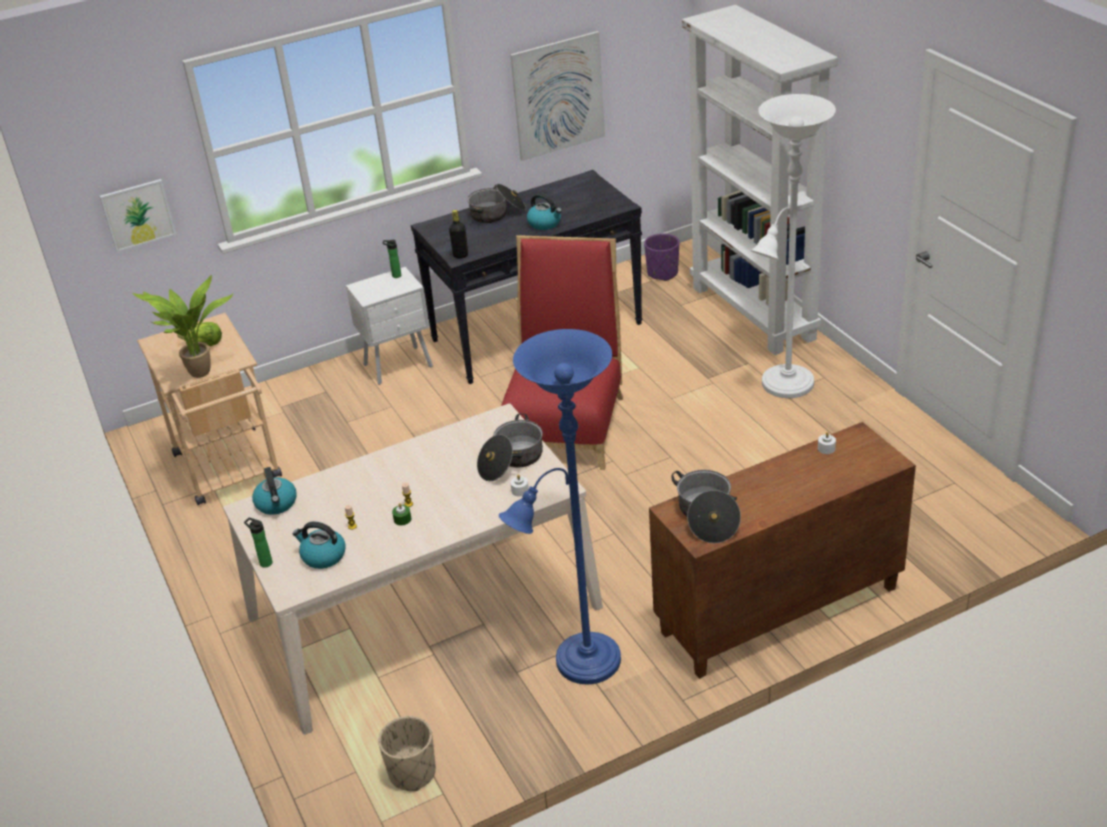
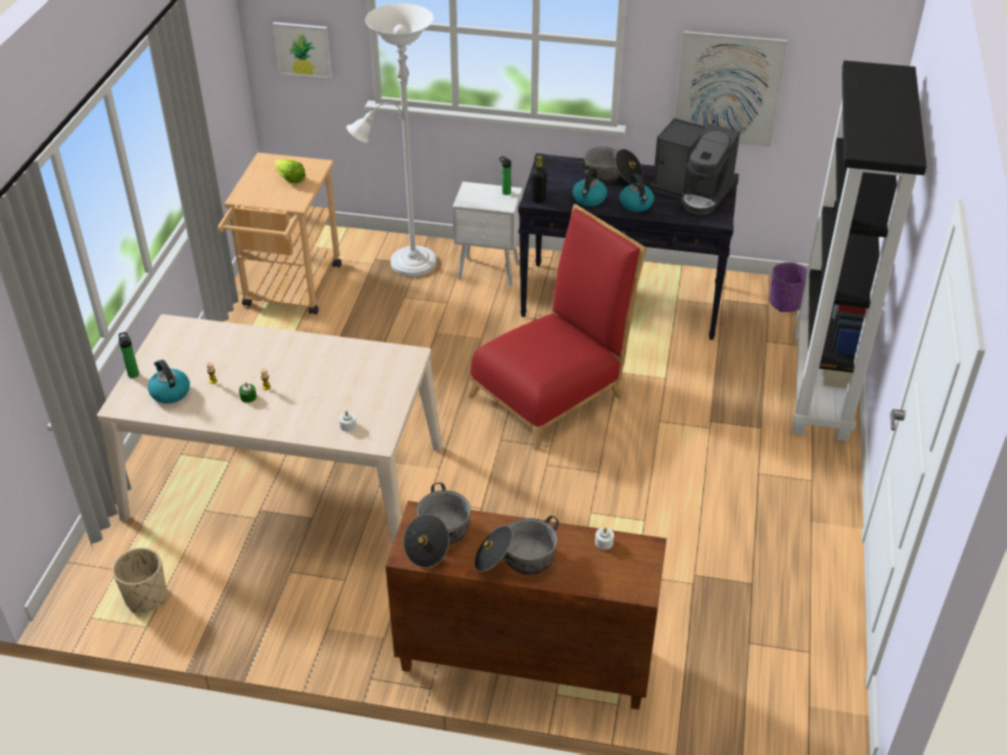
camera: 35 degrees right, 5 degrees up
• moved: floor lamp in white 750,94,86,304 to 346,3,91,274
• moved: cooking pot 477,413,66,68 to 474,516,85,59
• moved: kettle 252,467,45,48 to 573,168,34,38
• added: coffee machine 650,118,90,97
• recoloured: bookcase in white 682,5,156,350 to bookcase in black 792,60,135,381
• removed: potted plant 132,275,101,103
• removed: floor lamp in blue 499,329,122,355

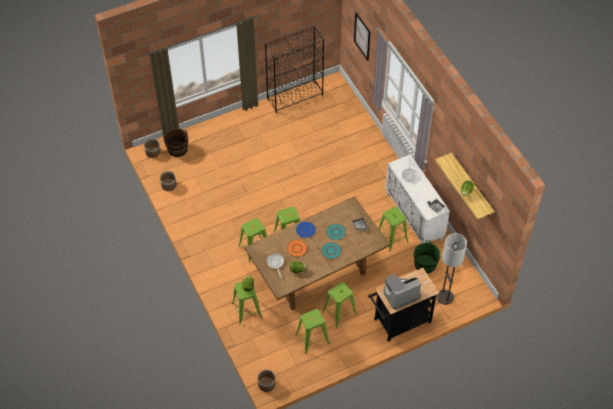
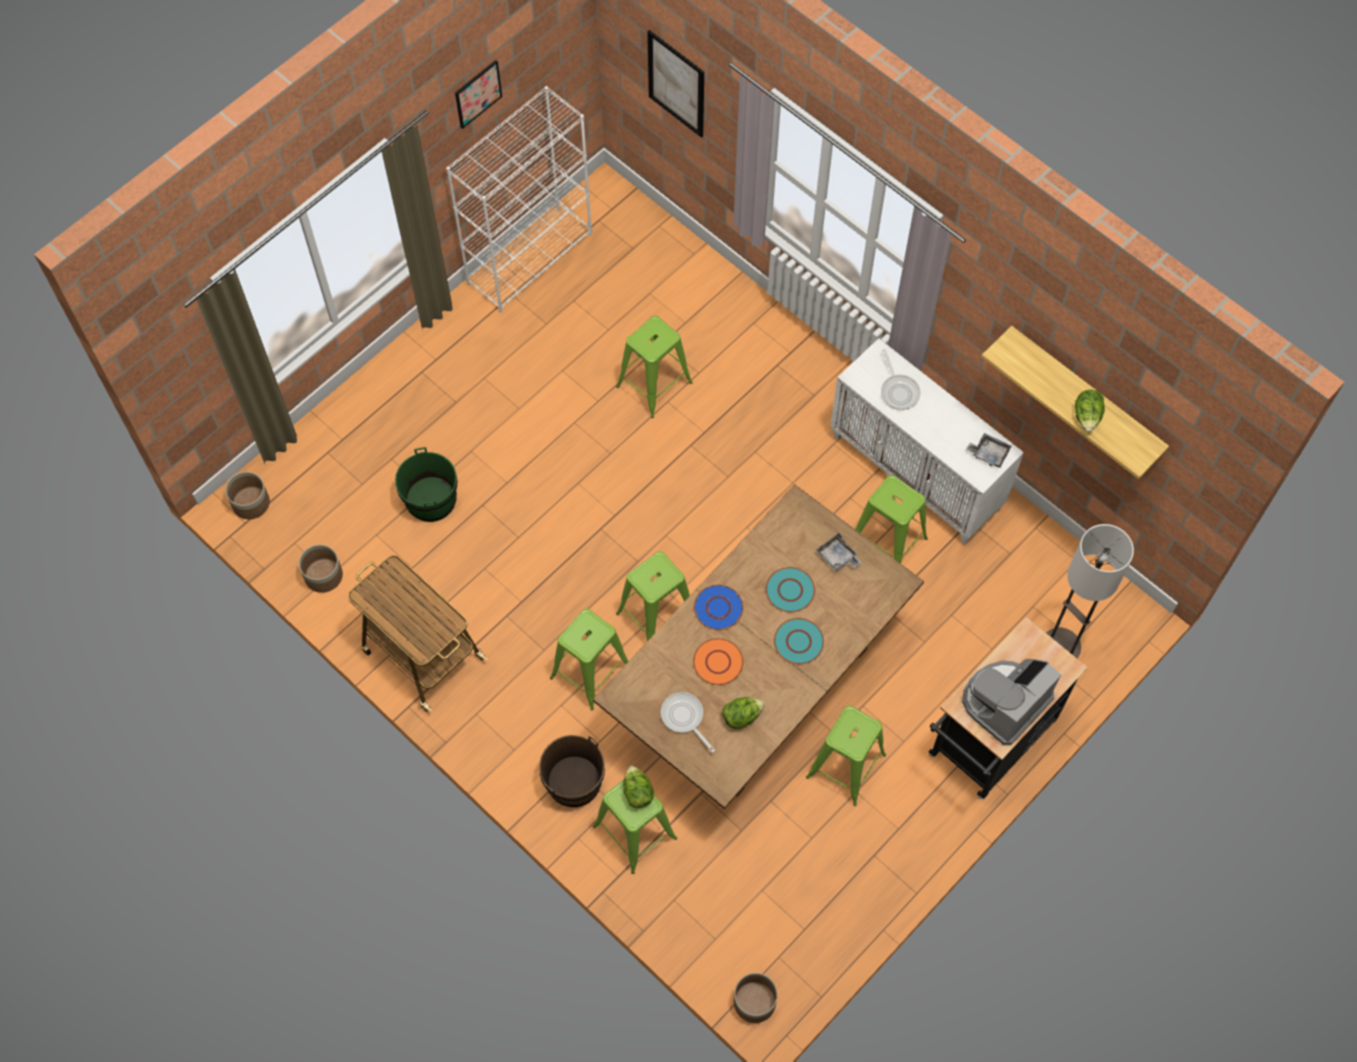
camera: 20 degrees left, 10 degrees up
• added: cart 348,555,140,157
• moved: bucket in green 414,240,26,33 to 395,447,62,75
• recoloured: bookcase in black 265,26,59,87 to bookcase in white 446,86,146,227
• added: picture 455,60,47,69
• moved: bucket in brown 163,128,25,29 to 539,735,66,72
• moved: stool in green 295,309,35,45 to 616,316,77,102

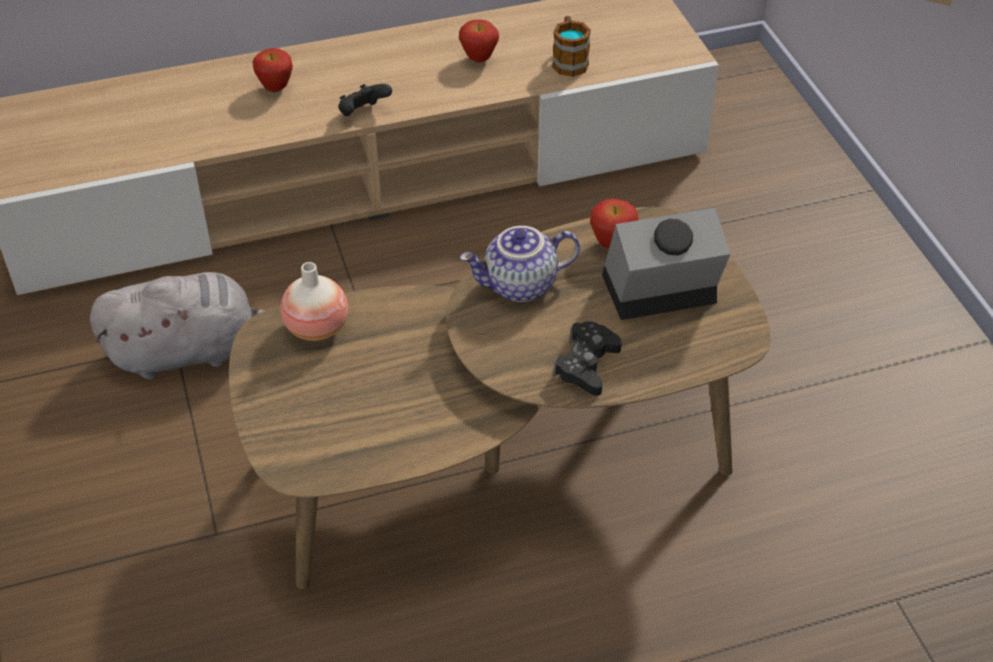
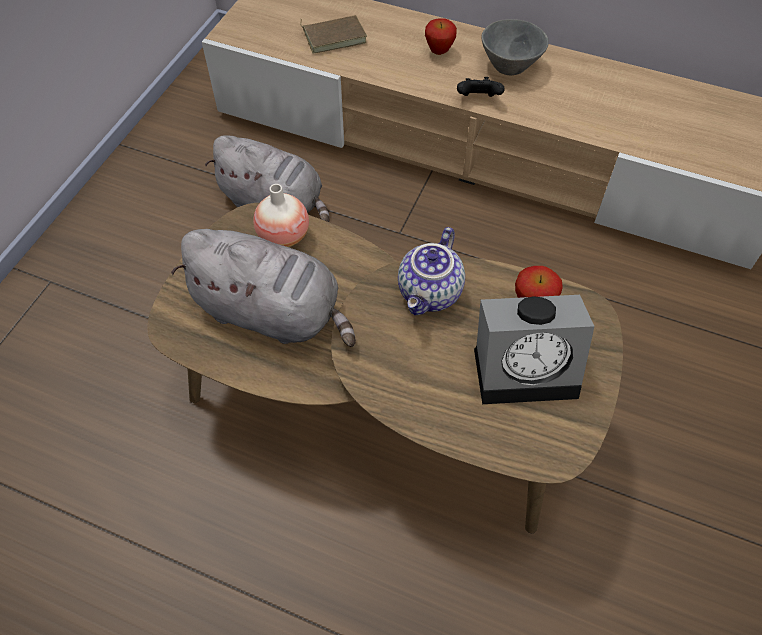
camera: 40 degrees right, 10 degrees up
• added: plush toy in grey 171,229,185,118
• added: book in brown 300,15,67,38
• turned: teapot 460,226,120,76 = 398,227,67,88 90 degrees counterclockwise
• turned: alarm clock 602,208,128,112 = 474,295,120,109 150 degrees clockwise
• added: bowl in grey 481,19,68,57
• removed: apple 459,20,40,43
• removed: mug 552,16,39,61
• removed: game controller in black 553,321,69,75

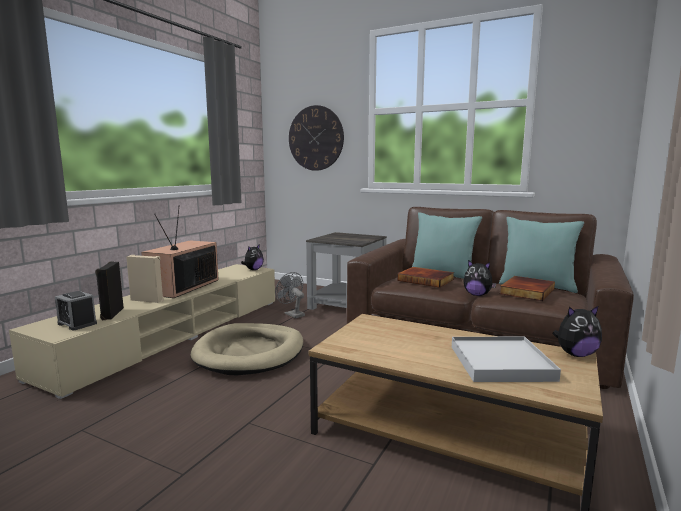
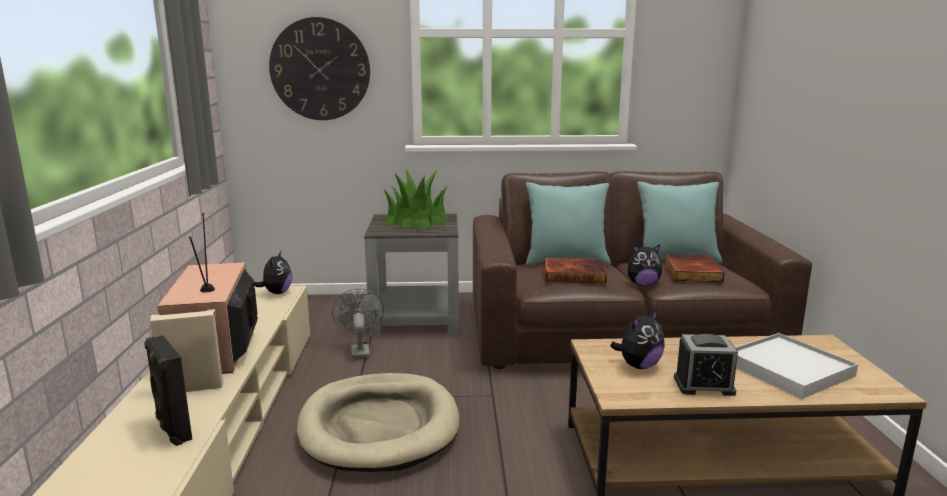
camera: 30 degrees left, 5 degrees up
• turned: fan in grey 275,272,30,46 = 332,288,52,71 60 degrees clockwise
• added: potted plant 383,168,66,62
• moved: plush toy 553,305,49,52 to 610,309,55,60
• moved: alarm clock 55,291,42,40 to 674,334,64,62

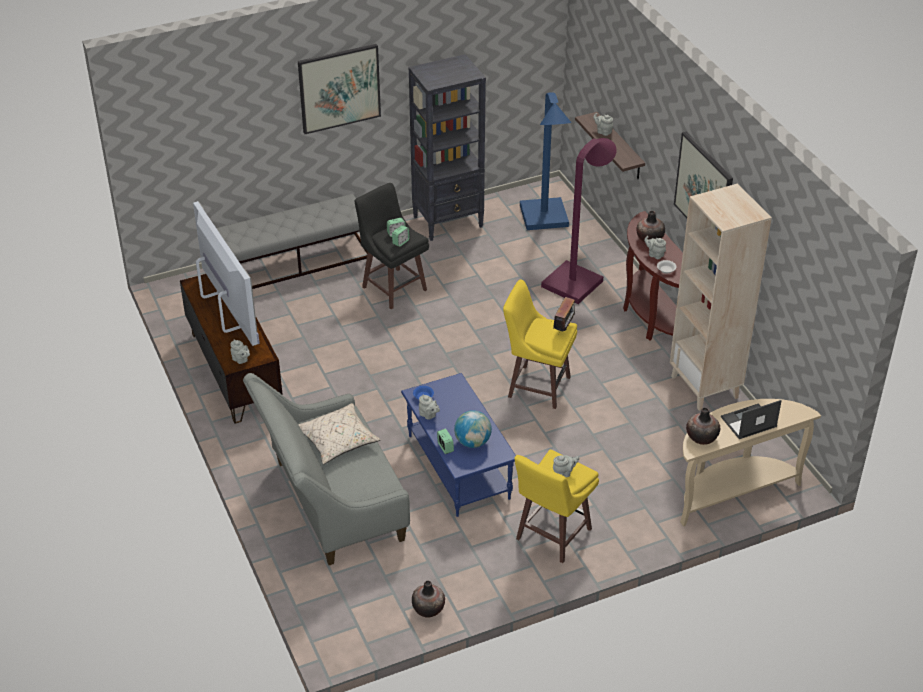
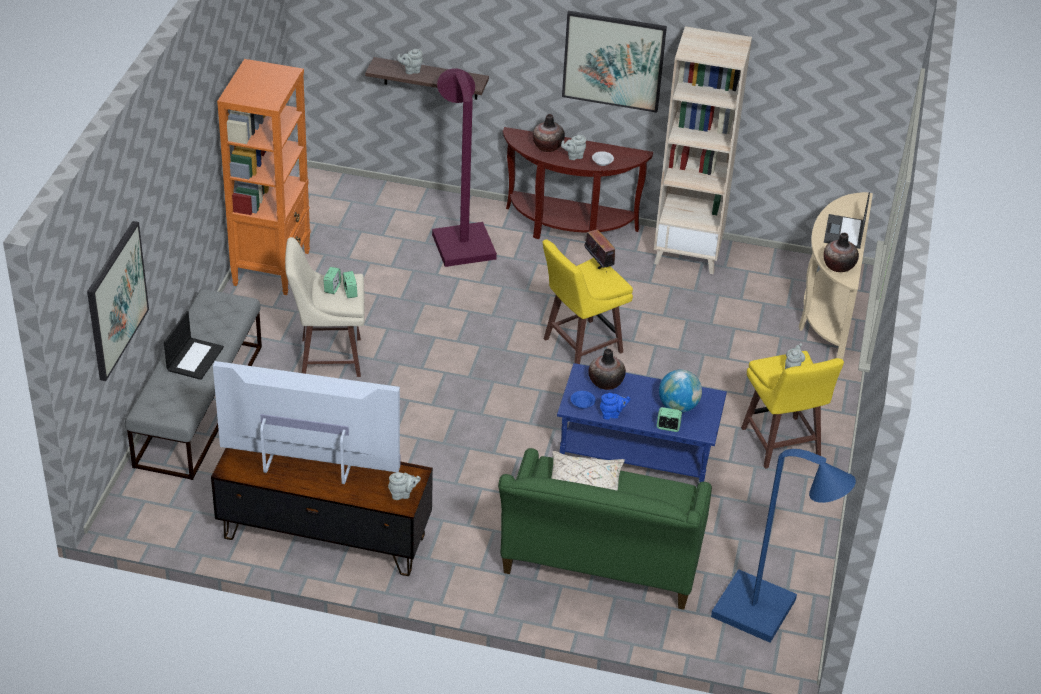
camera: 55 degrees left, 0 degrees up
• moved: picture 298,44,83,90 to 87,221,62,160
• added: laptop 164,311,60,69
• recoloured: bookcase in black 409,54,77,187 to bookcase in orange 217,59,94,236
• recoloured: stool in black 354,183,75,126 to stool in beige 285,237,80,140
• recoloured: sofa in grey 243,373,167,192 to sofa in green 498,448,214,162
• moved: vase 412,581,33,37 to 588,349,38,41
• recoloured: teapot in grey 419,394,21,26 to teapot in blue 600,393,30,27
• moved: floor lamp in blue 520,92,52,138 to 711,449,145,194

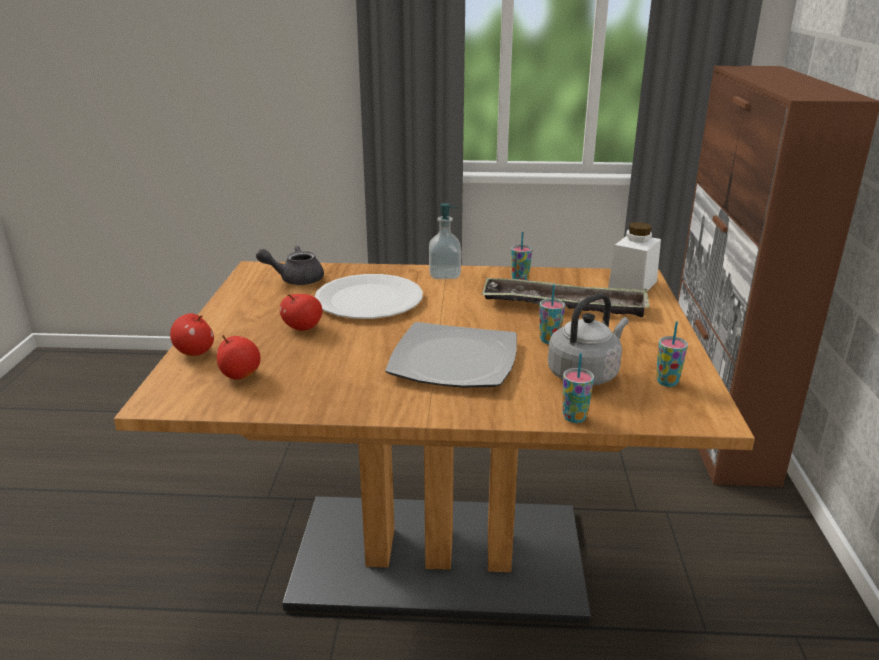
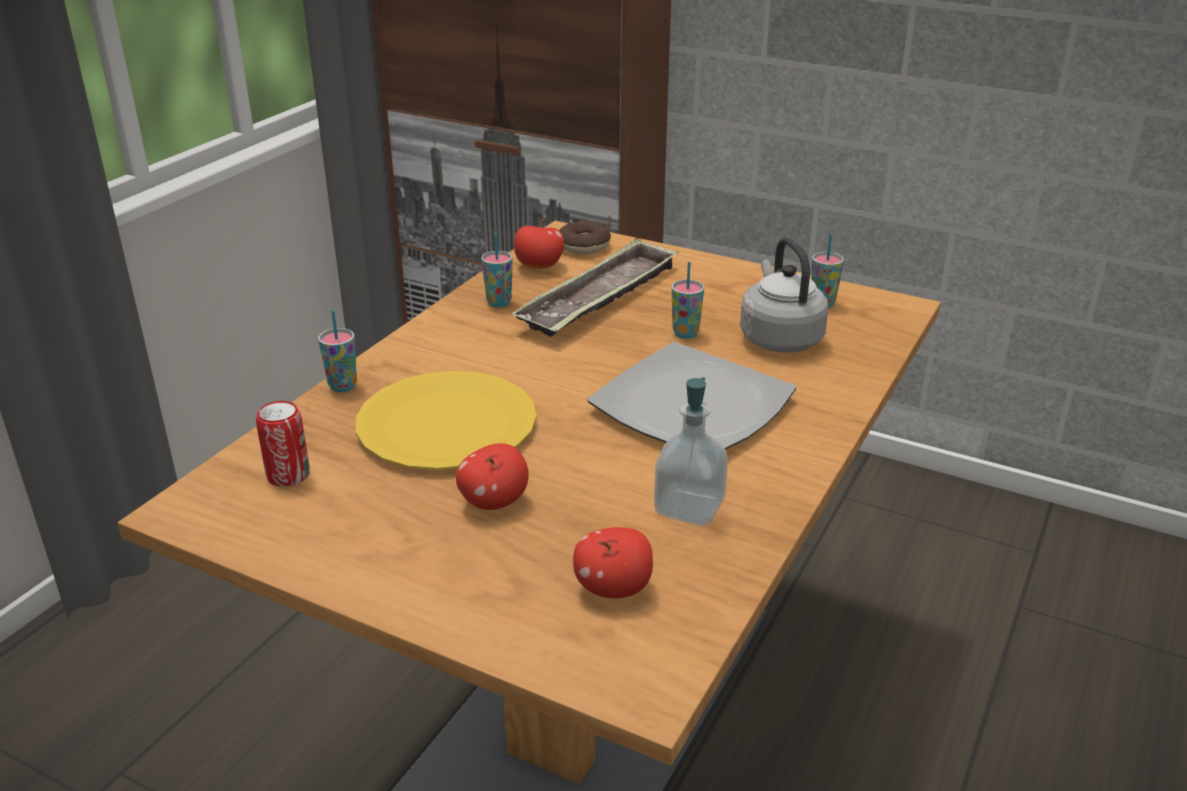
camera: 65 degrees left, 5 degrees up
• replaced: teapot in grey 256,246,68,39 to can 256,401,54,86
• moved: cup 563,353,31,70 to 318,310,39,82
• recoloured: plate in white 314,274,109,45 to plate in yellow 356,371,181,99
• moved: apple 170,313,44,43 to 514,219,51,50
• replaced: jar in white 608,222,53,69 to donut 559,220,52,35
• moved: soap dispenser 429,203,32,76 to 654,377,74,149

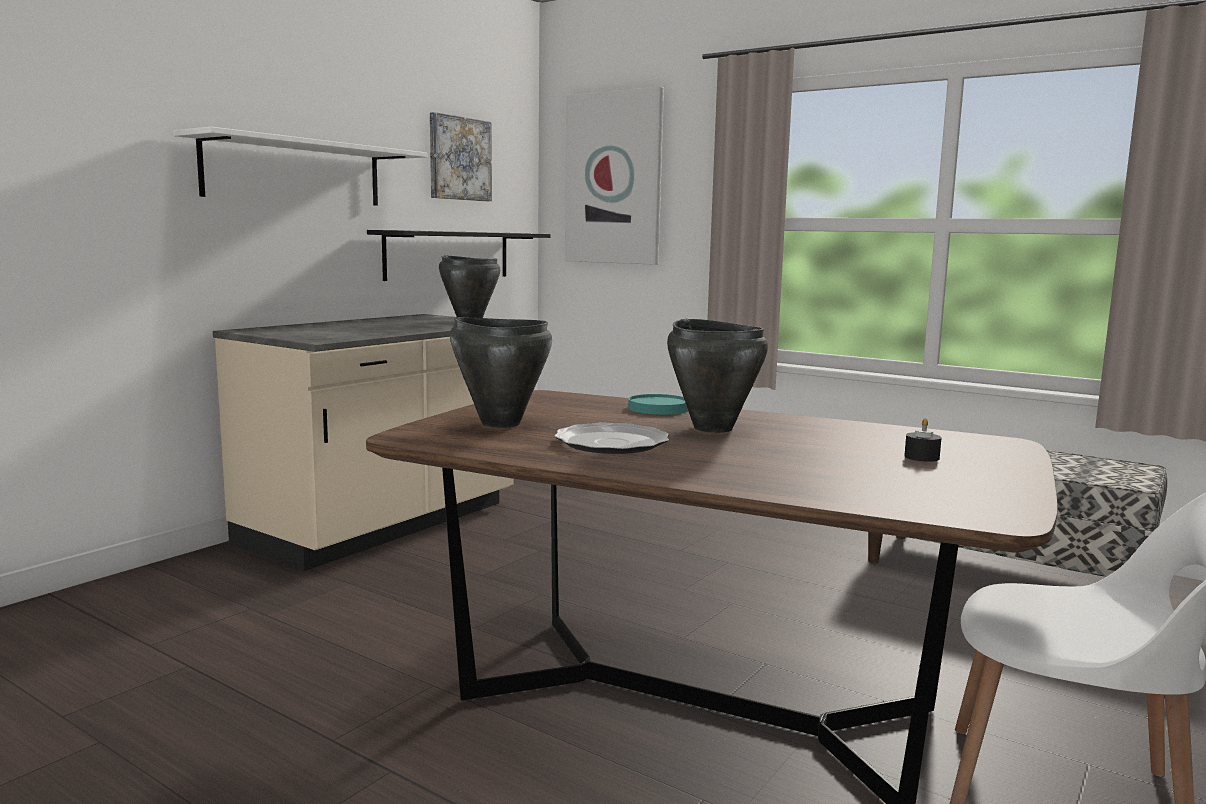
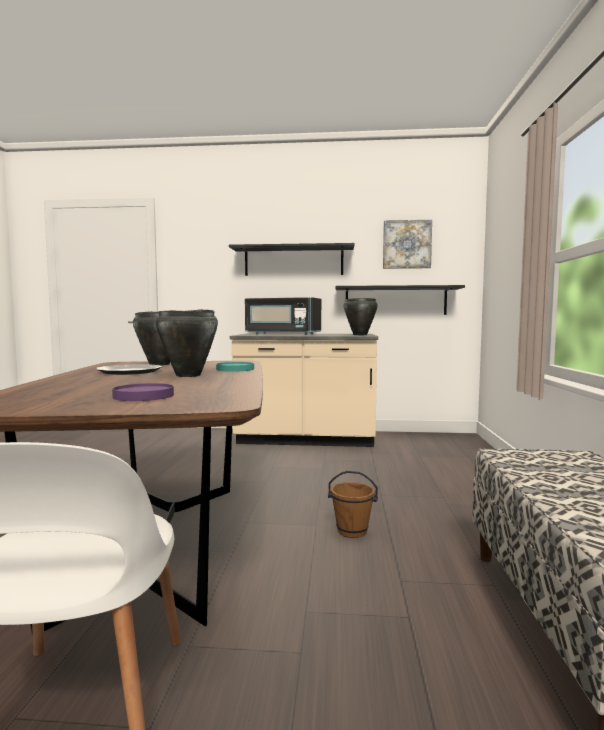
camera: 60 degrees right, 5 degrees down
• replaced: candle in black 904,418,38,44 to plate in purple 112,383,62,18
• recoloured: shelf in white 173,127,255,79 to shelf in black 229,243,125,33
• added: microwave in black 245,297,76,38
• added: bucket in brown 328,471,50,67
• removed: picture 565,86,99,179

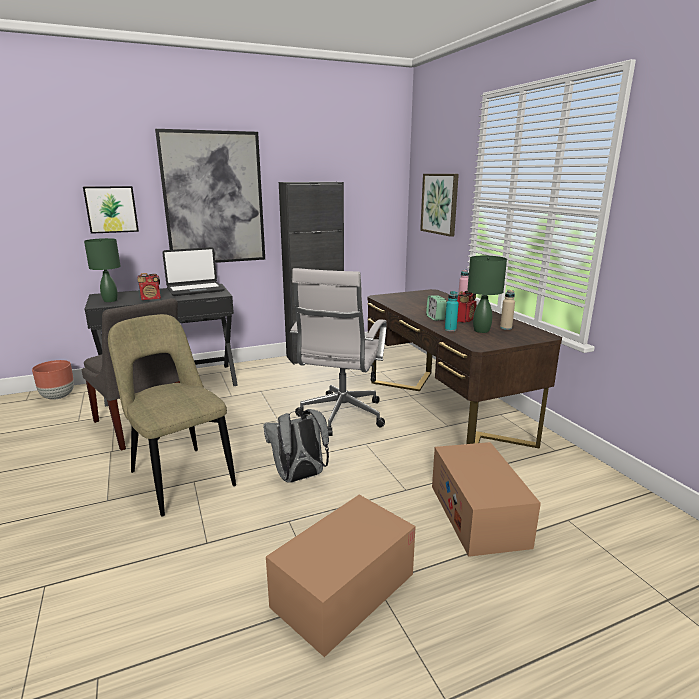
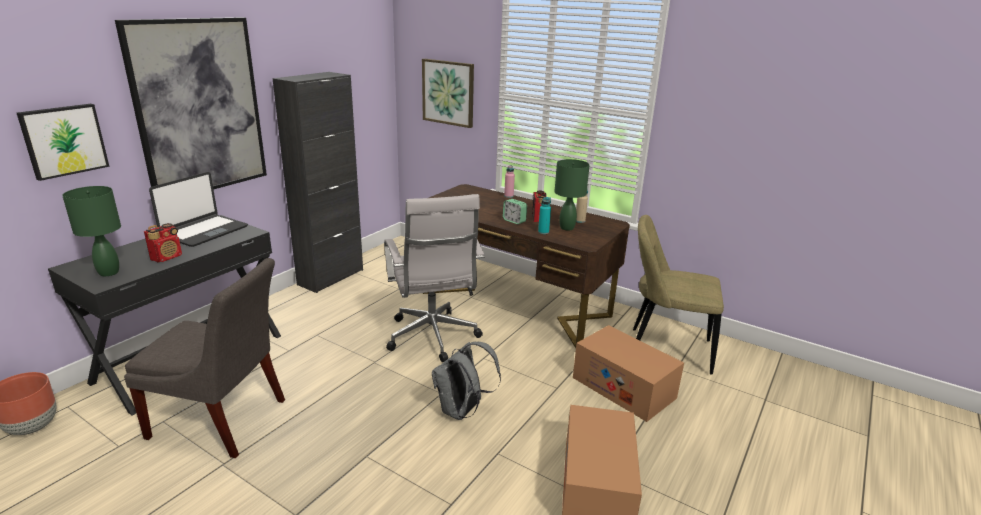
camera: 35 degrees left, 5 degrees up
• moved: chair in beige 108,314,128,202 to 633,215,91,160

